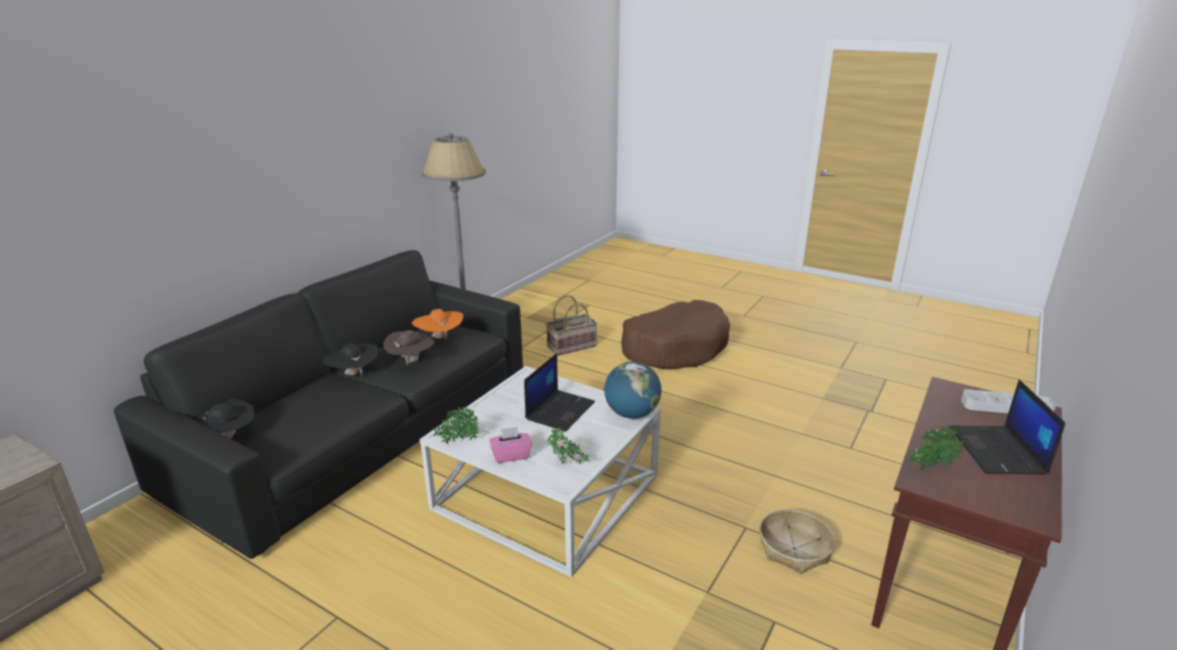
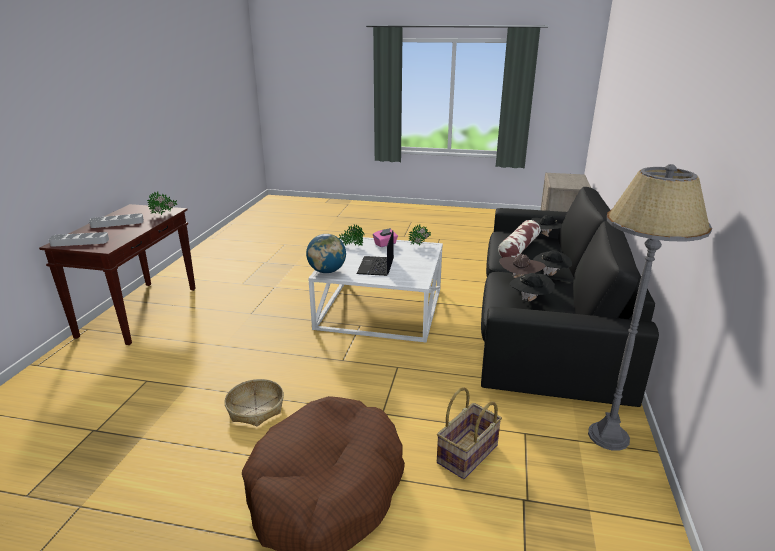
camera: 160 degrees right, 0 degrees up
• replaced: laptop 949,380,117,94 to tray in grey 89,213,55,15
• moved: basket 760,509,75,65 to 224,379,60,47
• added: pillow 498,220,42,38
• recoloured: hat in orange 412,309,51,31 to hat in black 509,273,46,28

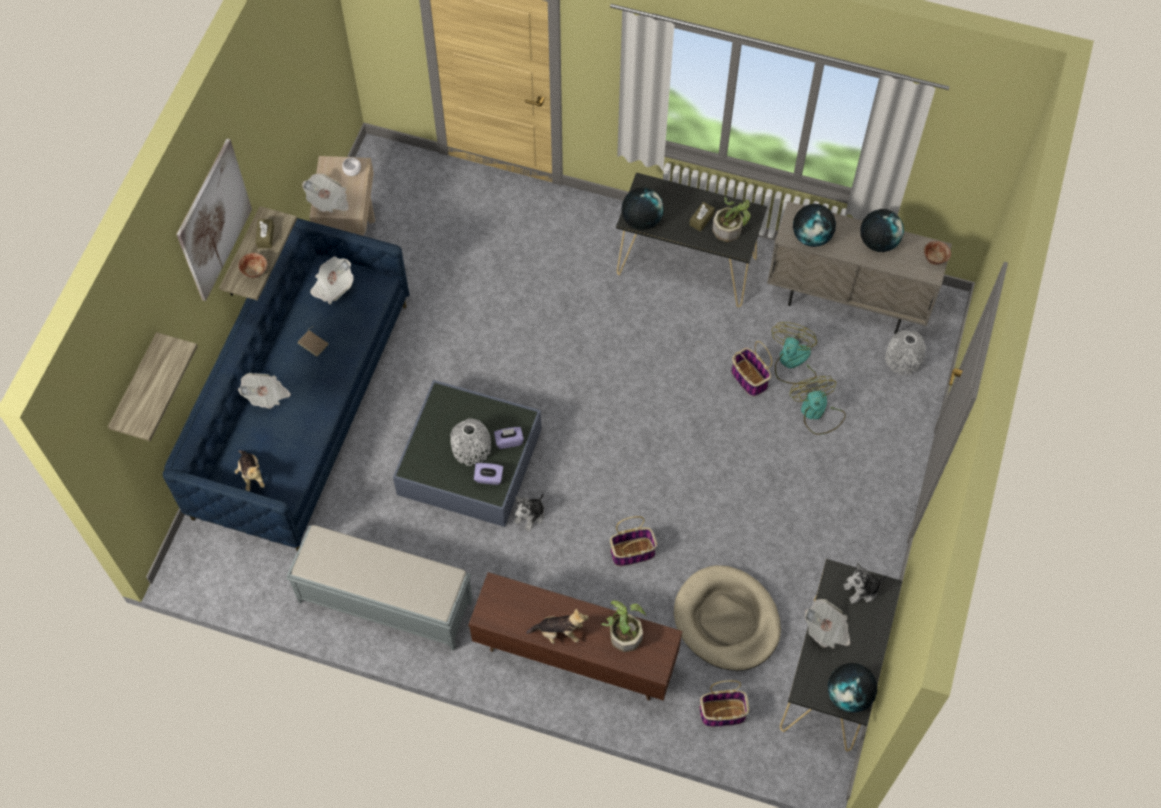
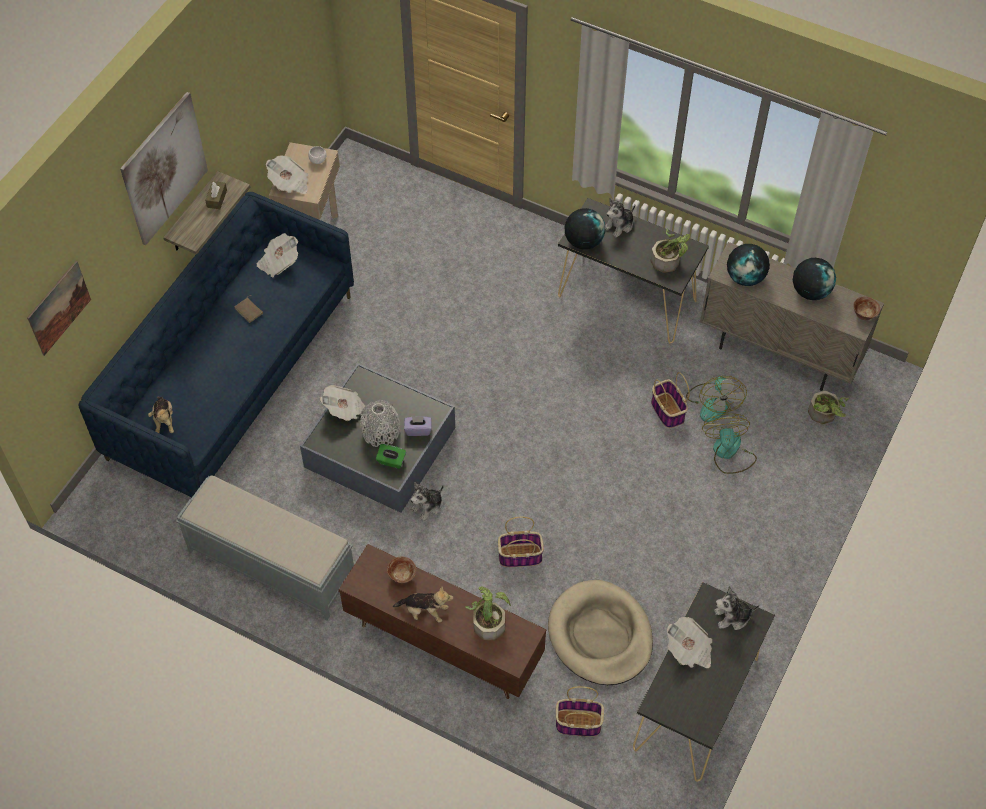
camera: 10 degrees right, 5 degrees down
• replaced: shelf 108,332,90,109 to picture 27,261,64,95
• moved: newspaper 238,373,53,36 to 320,385,45,36
• recoloured: tissue box in purple 474,463,29,22 to tissue box in green 376,444,30,25
• moved: bowl 238,253,29,25 to 387,557,29,26
• added: plush toy 605,198,30,40
• turned: fan 772,322,45,62 = 686,376,61,46 150 degrees clockwise
• replaced: vase in grey 885,330,41,45 to potted plant 808,391,41,33
• removed: tissue box in brown 689,202,26,29
• removed: globe 828,663,49,50

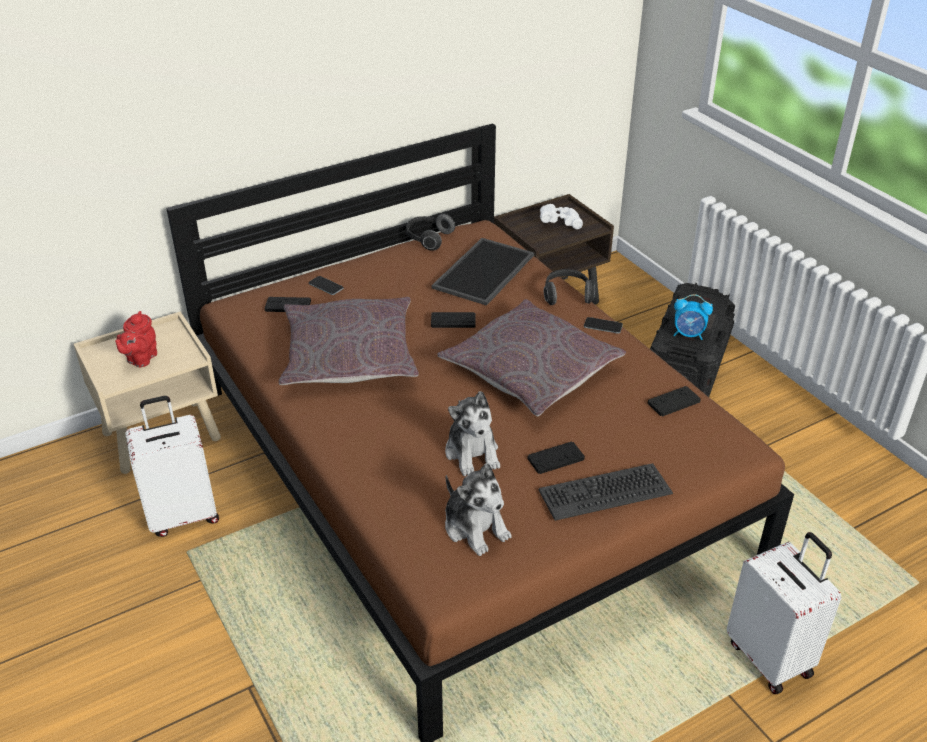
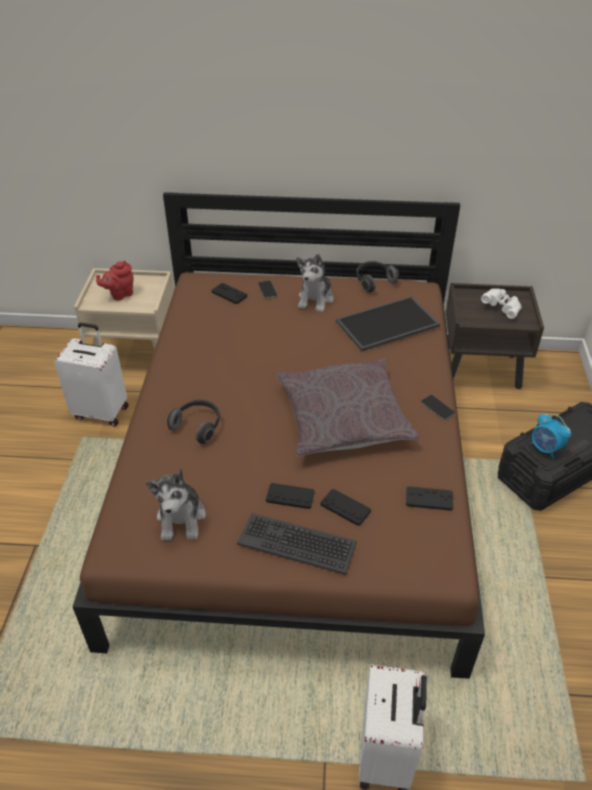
camera: 35 degrees right, 5 degrees up
• moved: headphones 544,269,51,36 to 167,400,53,44
• moved: plush toy 445,391,55,85 to 296,254,38,58
• moved: game controller in black 431,312,45,16 to 321,489,50,37
• removed: pillow in grey 279,297,140,88

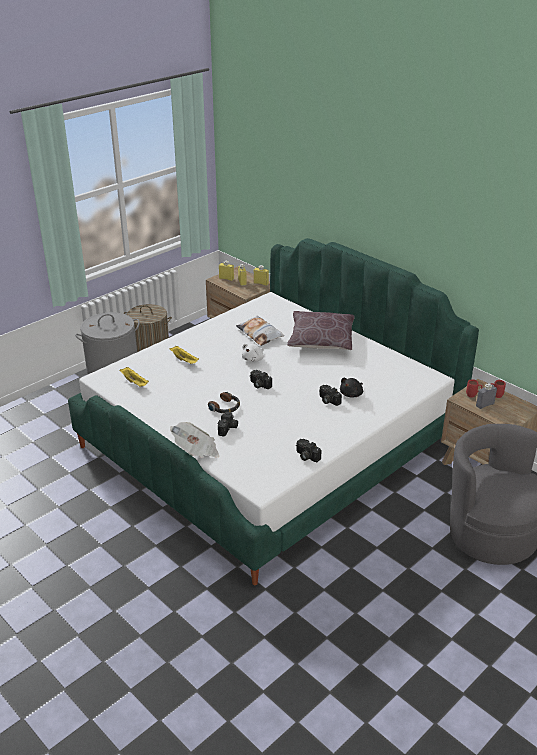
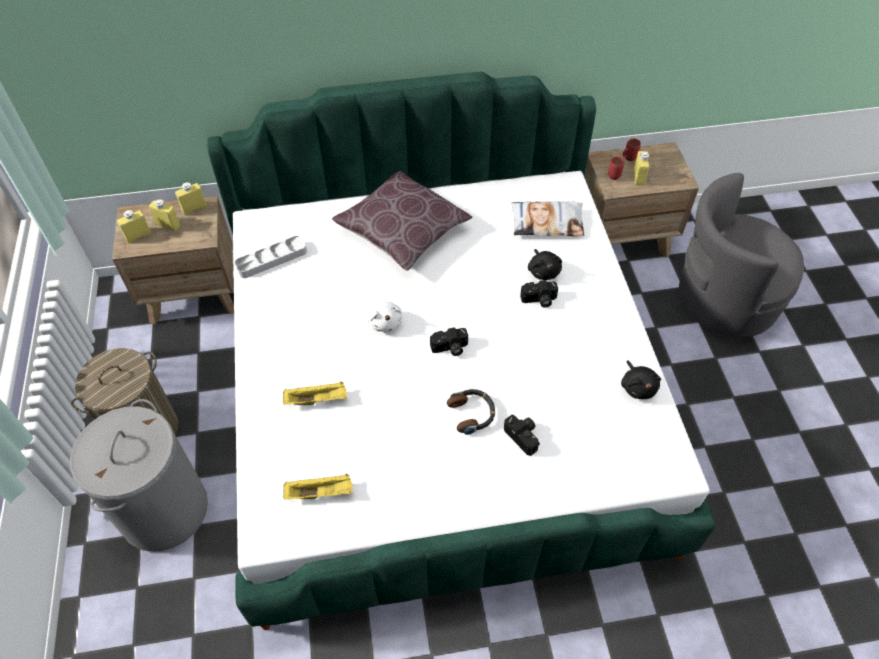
camera: 55 degrees left, 20 degrees up
• added: tray in grey 235,236,72,42
• moved: pillow 236,316,48,30 to 511,201,73,35
• replaced: photo camera 296,439,25,23 to plush toy in black 621,360,40,39
• recoloured: bottle in grey 476,383,21,26 to bottle in yellow 634,151,15,35
• removed: newspaper 170,422,49,36

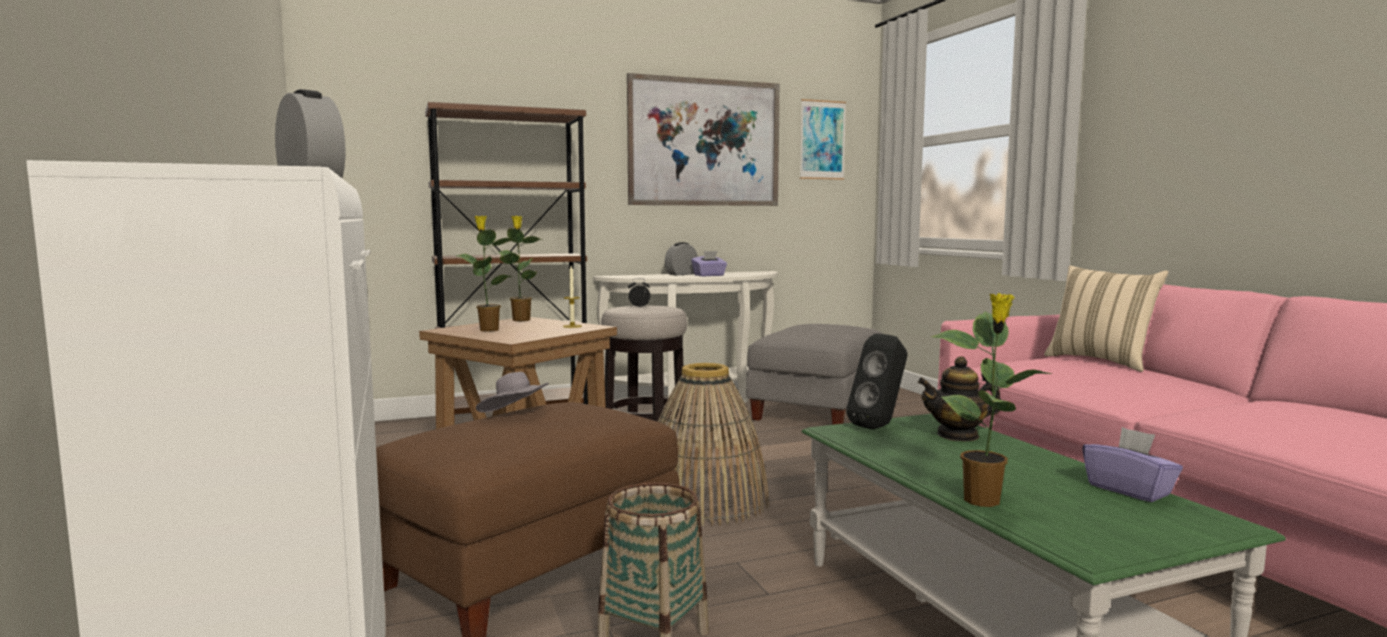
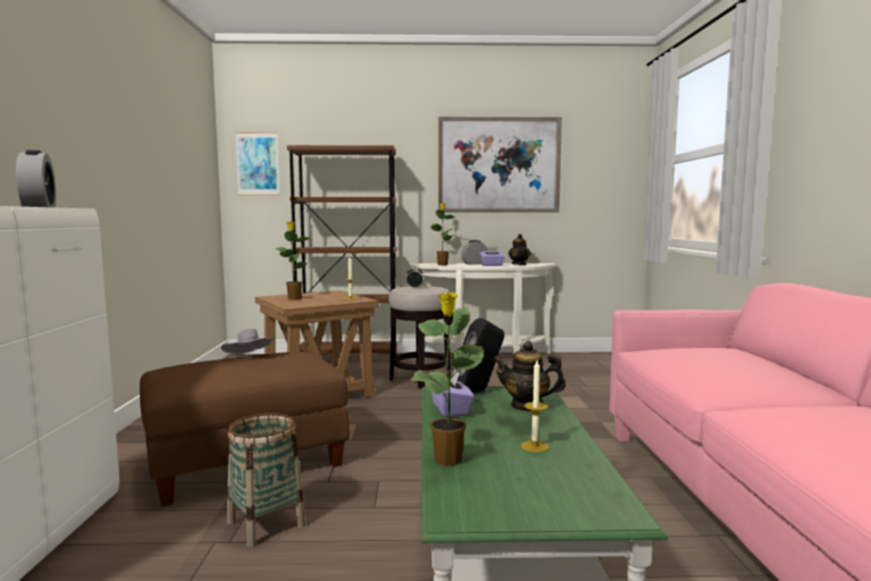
camera: 20 degrees right, 0 degrees up
• moved: picture 800,99,46,81 to 235,132,45,64
• moved: potted plant 499,216,44,105 to 431,203,24,62
• moved: tissue box in purple 1082,427,101,75 to 432,369,42,49
• added: teapot 508,234,23,31
• added: candle 521,360,28,93
• removed: basket 658,363,111,163
• removed: ottoman in grey 746,324,137,101
• removed: pillow in beige 1044,265,124,107

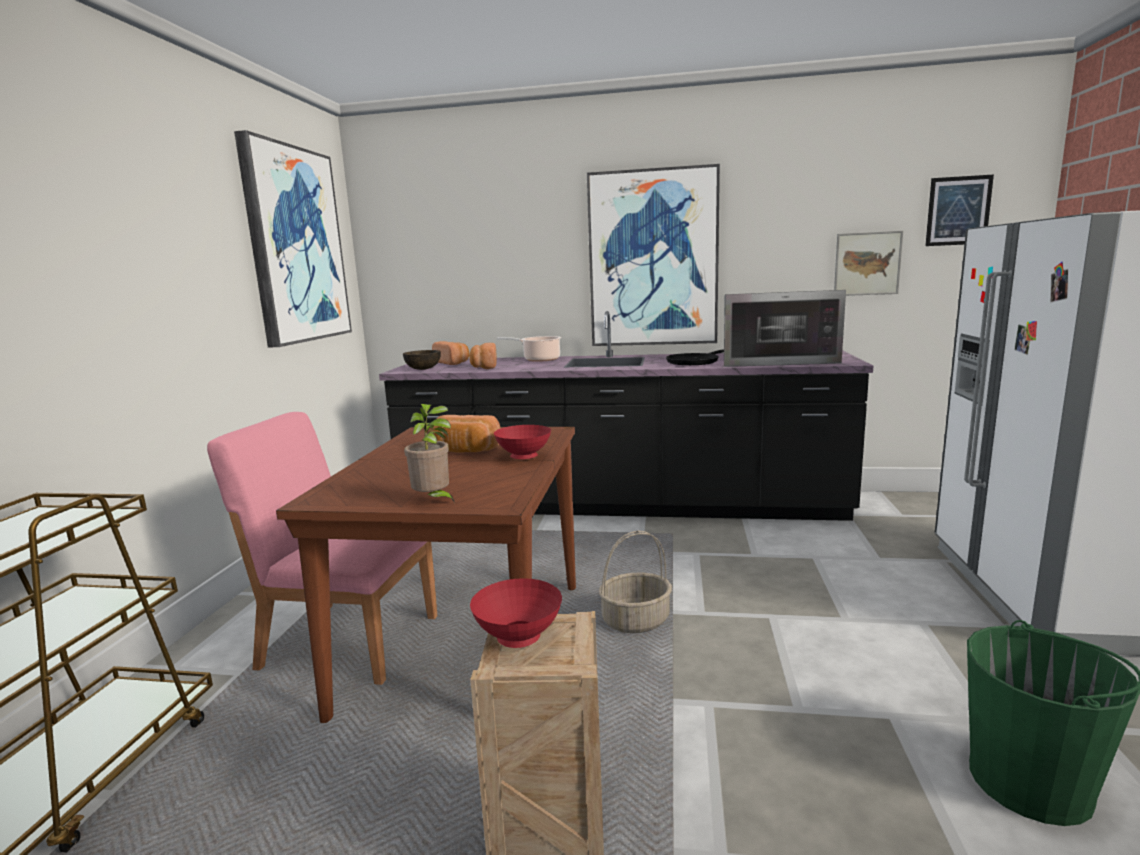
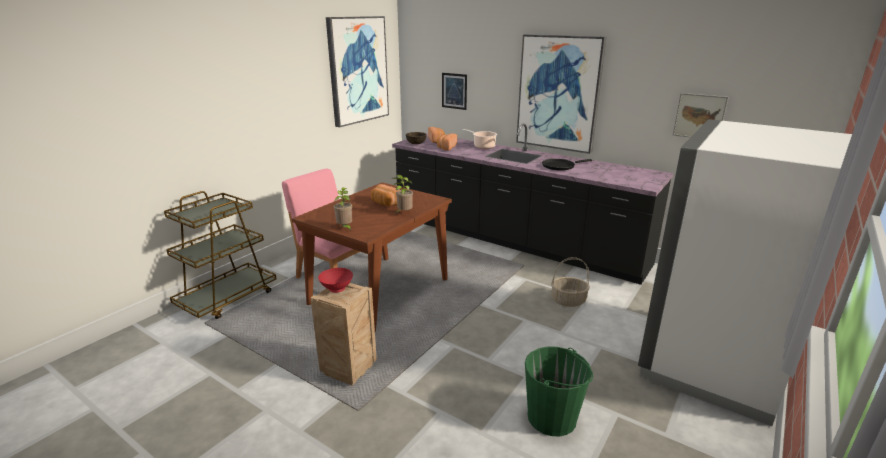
camera: 25 degrees right, 10 degrees up
• replaced: bowl in red 494,425,57,34 to potted plant 393,175,20,38
• moved: picture 925,174,69,72 to 442,73,25,37
• moved: basket 599,531,73,102 to 551,257,39,50
• removed: microwave 724,290,122,77

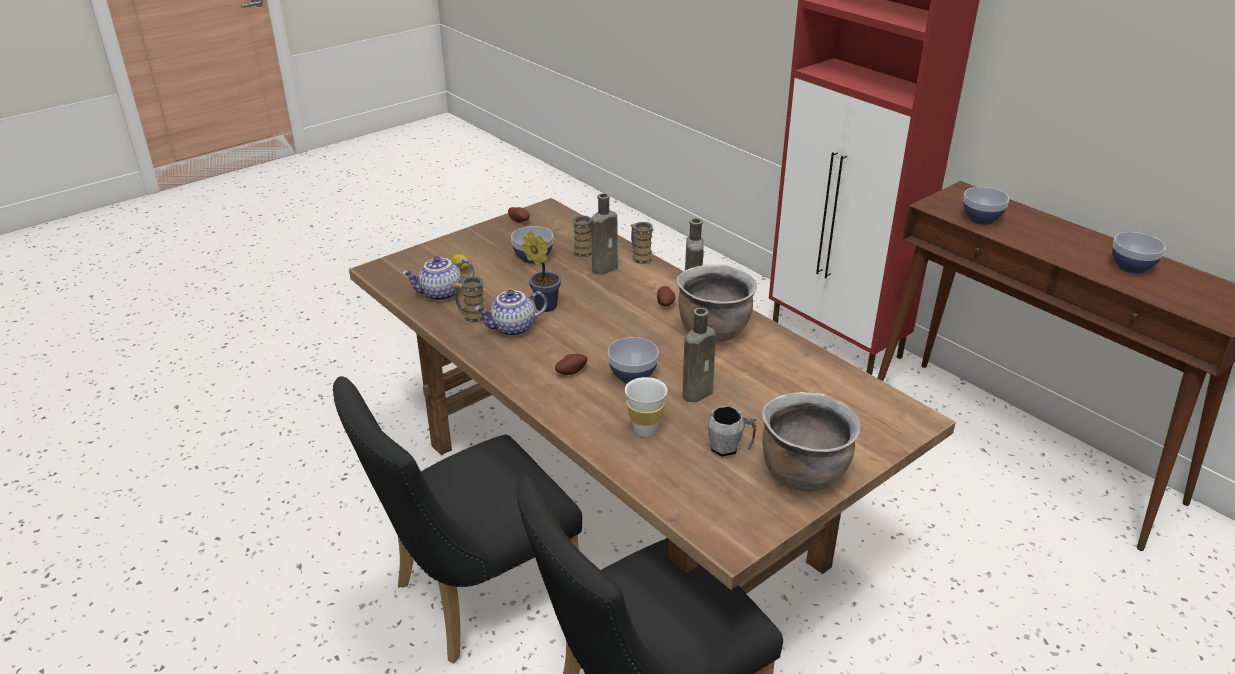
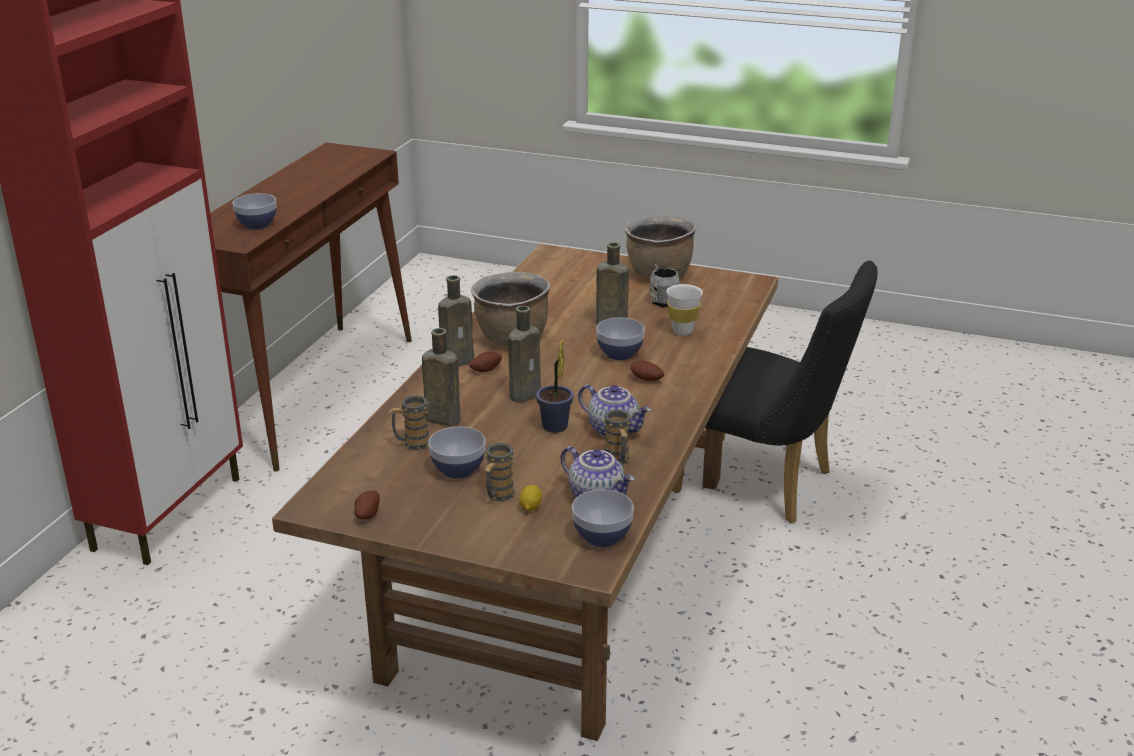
camera: 120 degrees left, 5 degrees down
• moved: mug 630,222,25,42 to 484,443,32,58
• added: bottle in brown 508,306,33,97
• moved: bowl 1112,232,54,42 to 572,490,62,57
• removed: chair in black 333,376,249,287

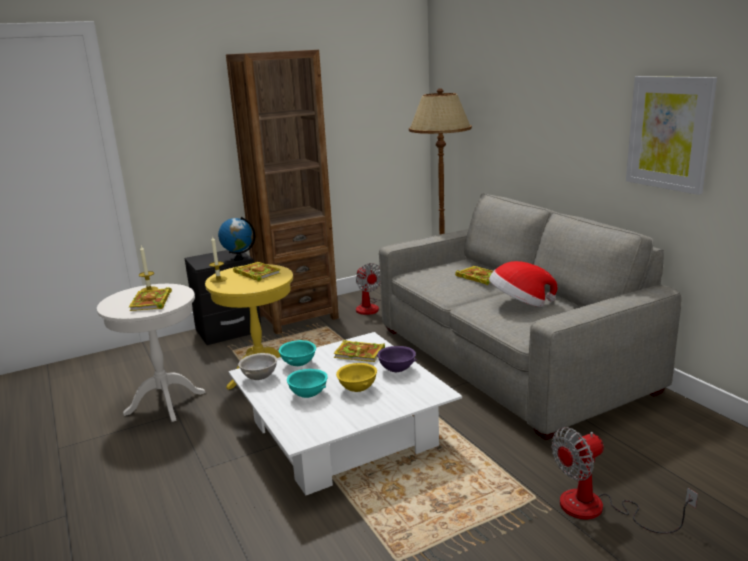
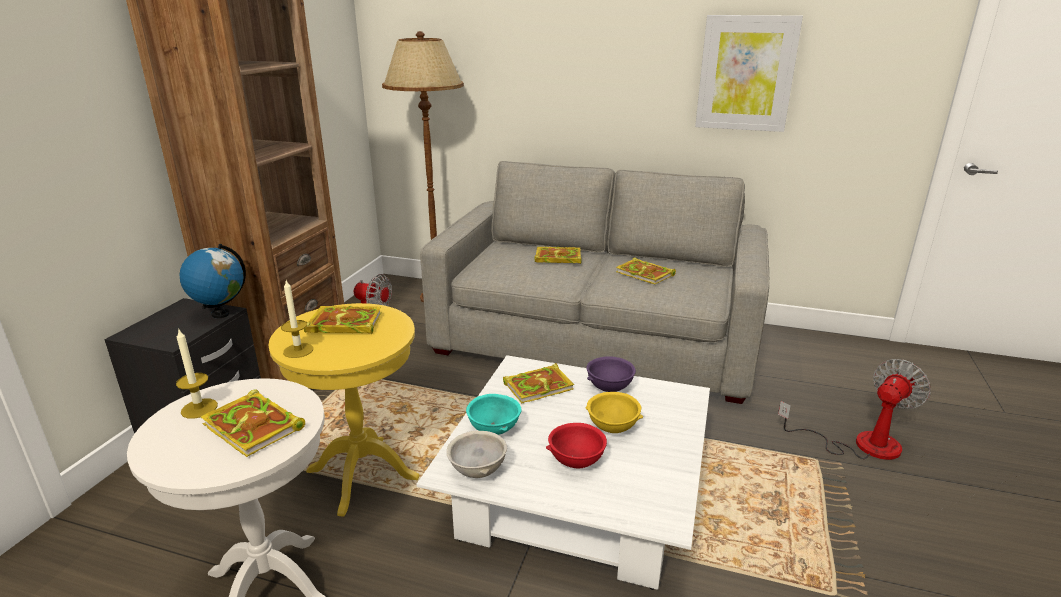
camera: 45 degrees left, 5 degrees up
• recoloured: bowl in turquoise 287,369,41,29 to bowl in red 546,423,61,45
• replaced: hat 489,261,69,46 to book 616,257,60,27
• turned: fan 551,427,147,107 = 778,359,153,101 150 degrees counterclockwise

